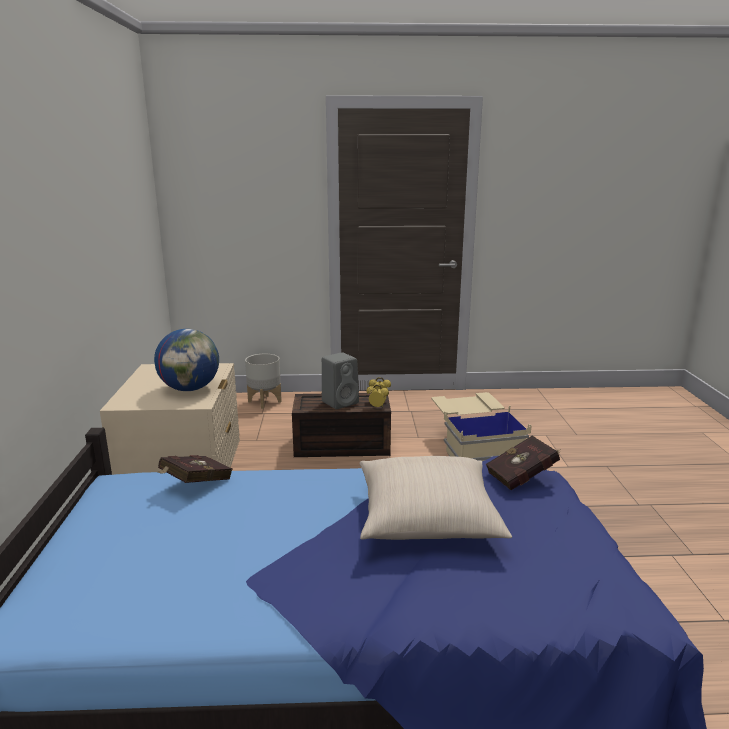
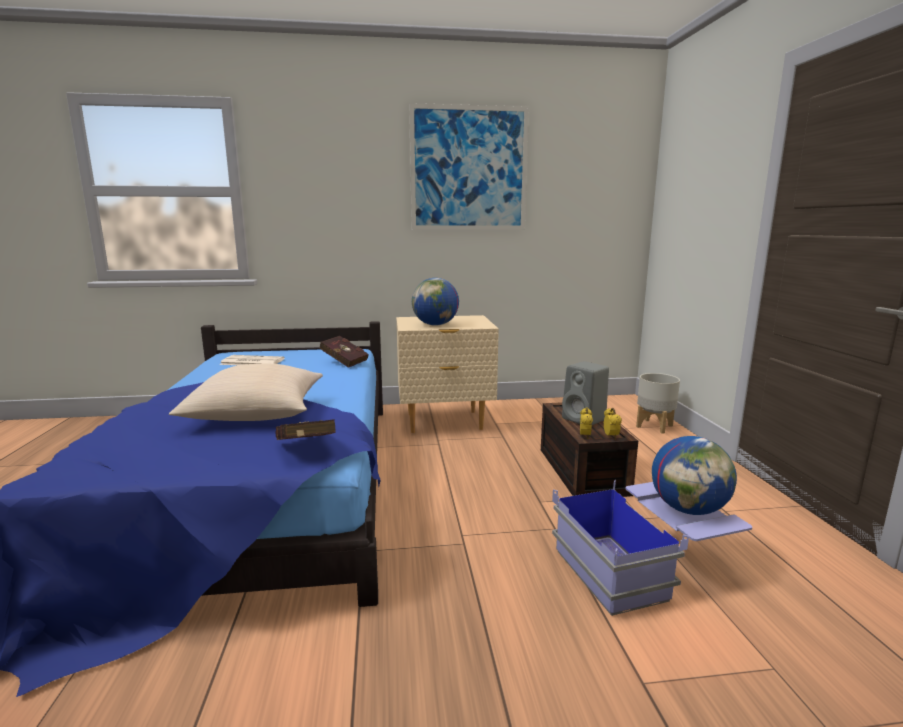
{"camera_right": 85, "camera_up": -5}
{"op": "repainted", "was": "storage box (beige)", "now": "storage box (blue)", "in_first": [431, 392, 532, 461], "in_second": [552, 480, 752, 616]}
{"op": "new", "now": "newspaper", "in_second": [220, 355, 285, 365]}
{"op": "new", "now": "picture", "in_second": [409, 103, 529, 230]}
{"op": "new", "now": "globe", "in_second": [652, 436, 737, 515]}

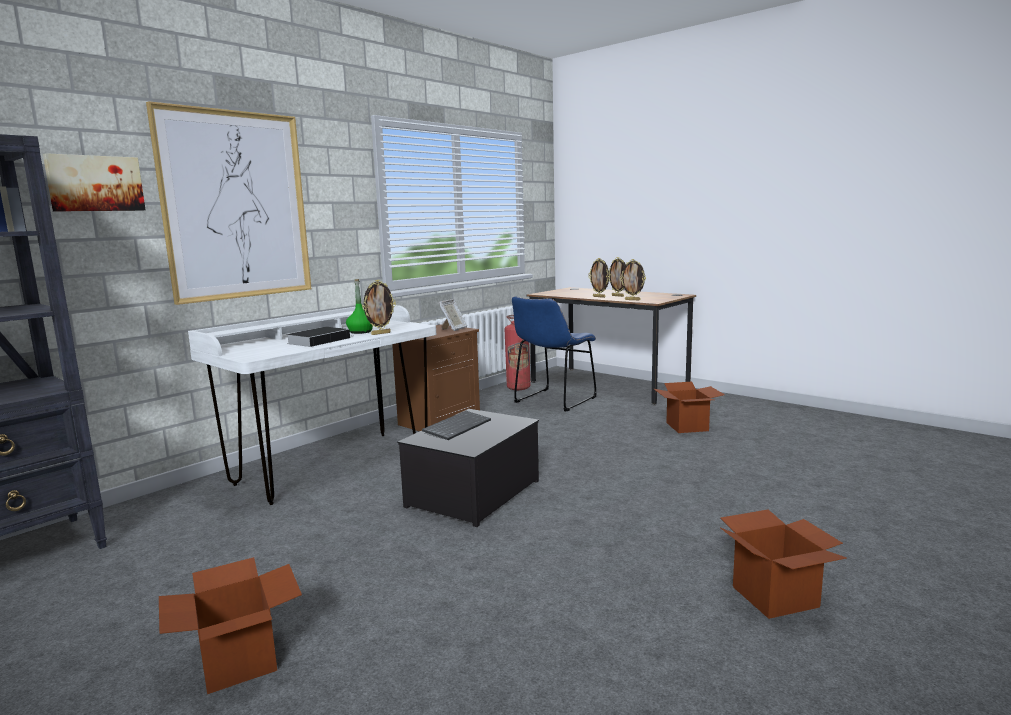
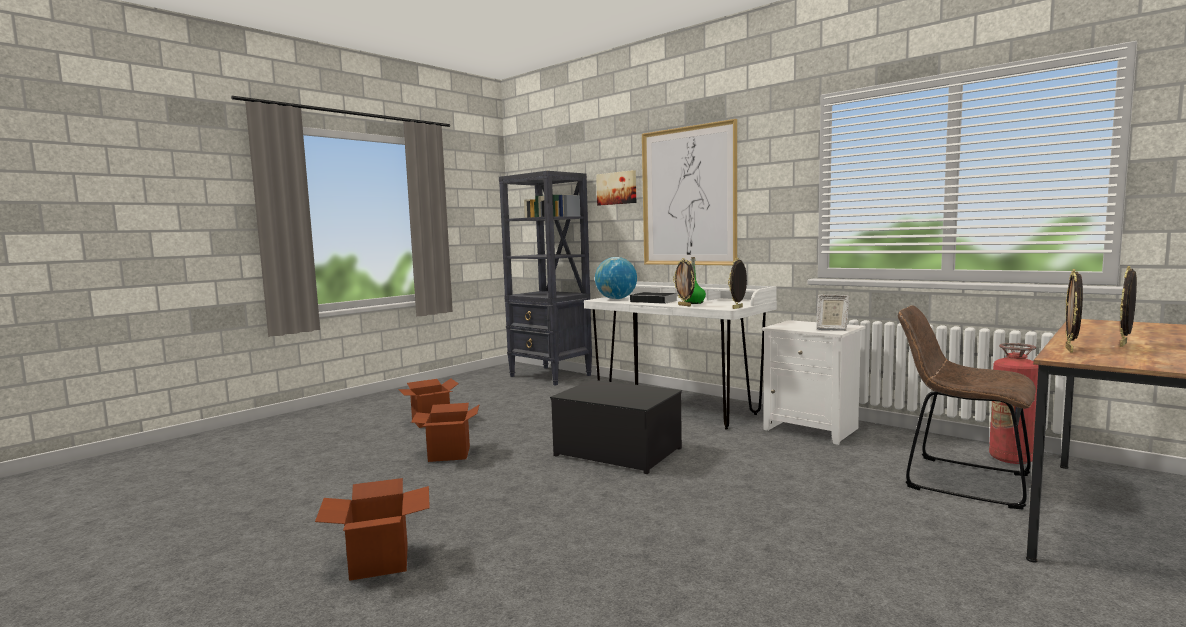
{"camera_right": 90, "camera_up": -5}
{"op": "repainted", "was": "nightstand (brown)", "now": "nightstand (white)", "in_first": [392, 324, 480, 431], "in_second": [761, 320, 865, 445]}
{"op": "gone", "was": "keyboard", "in_first": [422, 411, 491, 440]}
{"op": "repainted", "was": "chair (blue)", "now": "chair (brown)", "in_first": [512, 297, 597, 411], "in_second": [898, 305, 1036, 509]}
{"op": "shifted", "was": "picture frame", "in_first": [588, 258, 610, 298], "in_second": [728, 258, 747, 309]}
{"op": "shifted", "was": "cardboard box", "in_first": [654, 382, 725, 433], "in_second": [411, 403, 479, 462]}
{"op": "new", "now": "globe", "in_second": [595, 257, 637, 299]}

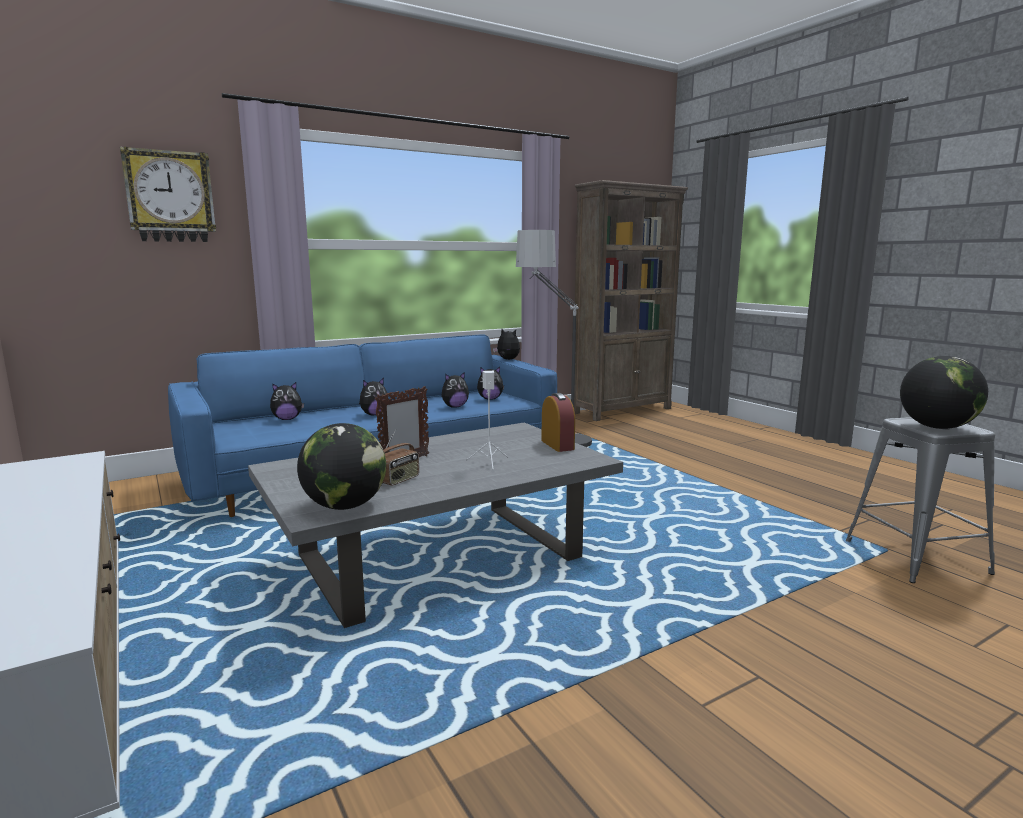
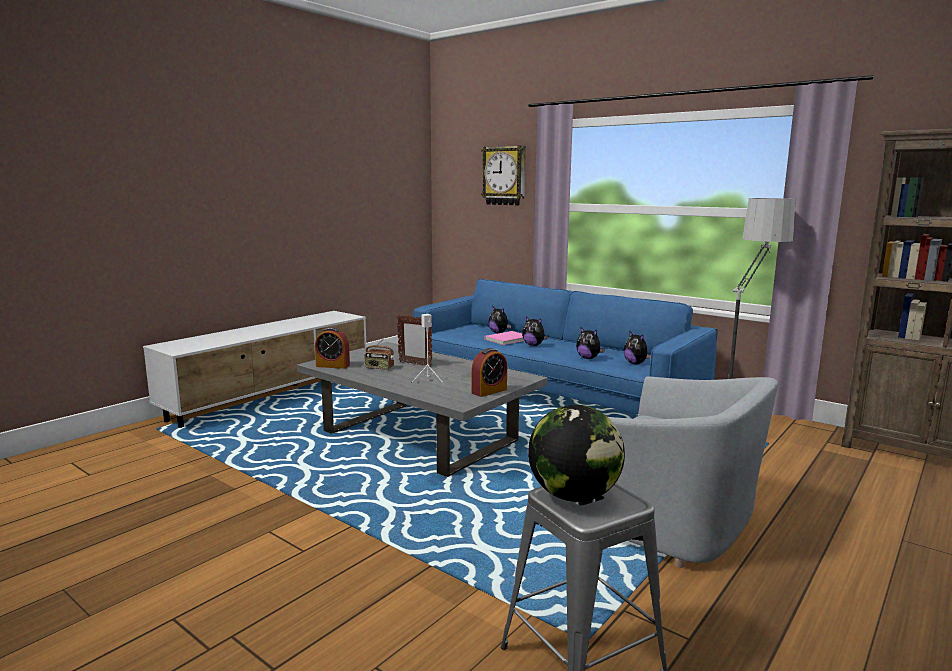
{"camera_right": 70, "camera_up": 0}
{"op": "swapped", "was": "globe", "now": "alarm clock", "in_first": [297, 423, 386, 510], "in_second": [315, 327, 350, 369]}
{"op": "gone", "was": "plush toy", "in_first": [493, 329, 520, 360]}
{"op": "new", "now": "book (pink)", "in_second": [484, 331, 524, 345]}
{"op": "new", "now": "armchair (grey)", "in_second": [576, 377, 778, 568]}

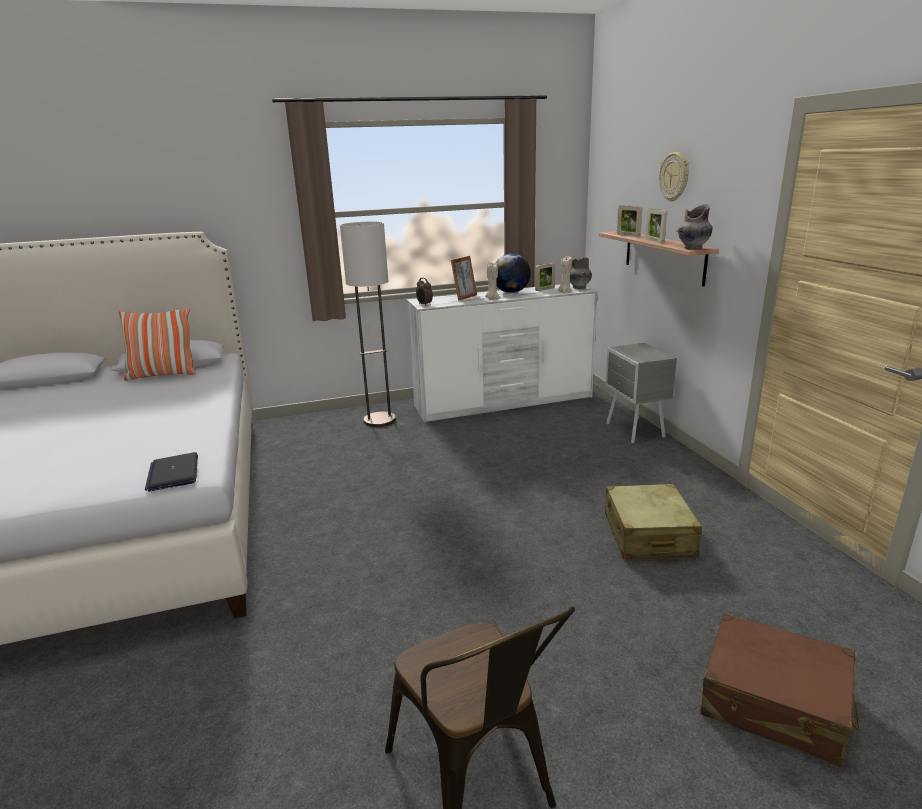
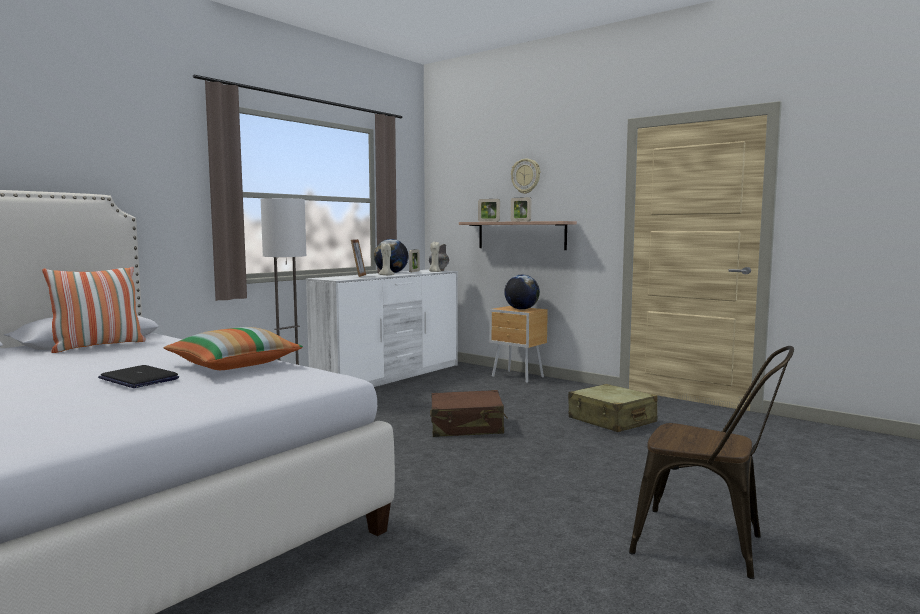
{"camera_right": -35, "camera_up": -15}
{"op": "shifted", "was": "laptop", "in_first": [145, 452, 198, 492], "in_second": [98, 365, 179, 388]}
{"op": "gone", "was": "alarm clock", "in_first": [416, 278, 433, 305]}
{"op": "repainted", "was": "nightstand (grey)", "now": "nightstand (brown)", "in_first": [605, 343, 677, 443], "in_second": [489, 306, 548, 383]}
{"op": "gone", "was": "vase (grey)", "in_first": [676, 204, 713, 250]}
{"op": "shifted", "was": "suitcase (brown)", "in_first": [700, 613, 860, 767], "in_second": [430, 390, 508, 437]}
{"op": "new", "now": "pillow", "in_second": [164, 327, 303, 370]}
{"op": "new", "now": "globe", "in_second": [504, 275, 540, 310]}

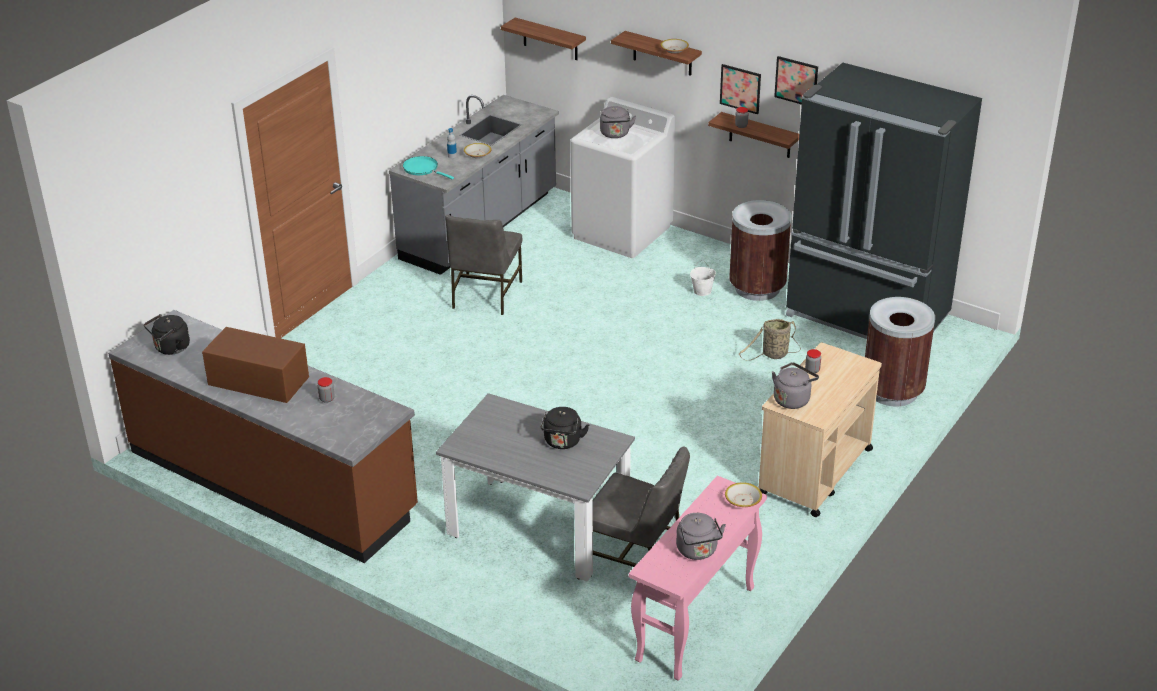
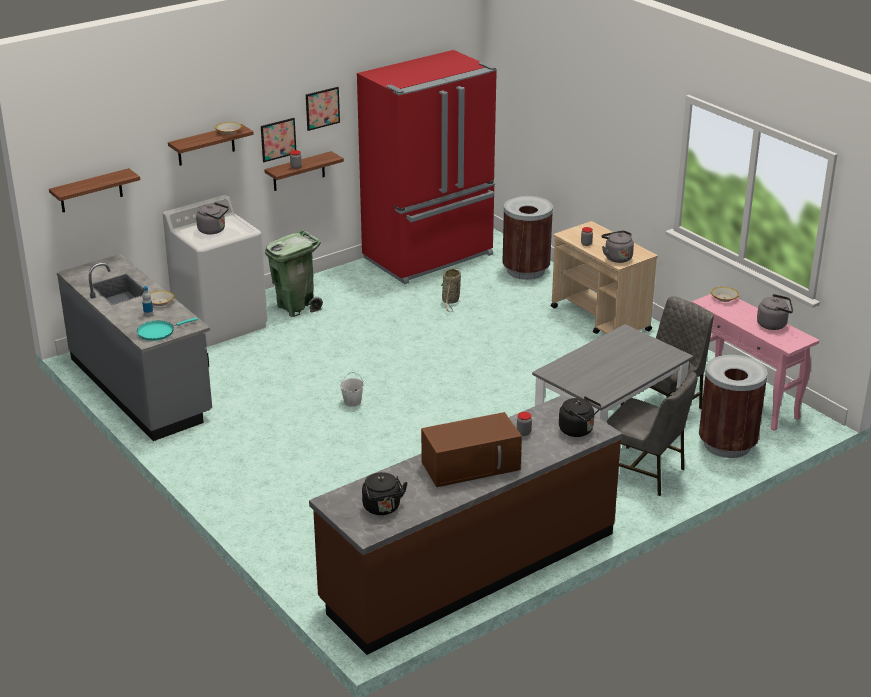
{"camera_right": -70, "camera_up": -5}
{"op": "rotated", "was": "microwave (brown)", "in_first": [202, 327, 309, 403], "in_second": [421, 412, 522, 487], "clockwise": -150}
{"op": "shifted", "was": "chair (grey)", "in_first": [445, 215, 522, 315], "in_second": [607, 372, 698, 496]}
{"op": "shifted", "was": "kettle (black)", "in_first": [541, 407, 589, 449], "in_second": [559, 396, 601, 437]}
{"op": "shifted", "was": "bucket (white)", "in_first": [690, 260, 716, 296], "in_second": [340, 372, 364, 407]}
{"op": "shifted", "was": "trash can (brown)", "in_first": [729, 200, 792, 301], "in_second": [699, 355, 768, 458]}
{"op": "repainted", "was": "fridge (black)", "now": "fridge (red)", "in_first": [786, 63, 982, 339], "in_second": [357, 50, 497, 284]}
{"op": "new", "now": "trash can (green)", "in_second": [265, 230, 323, 317]}

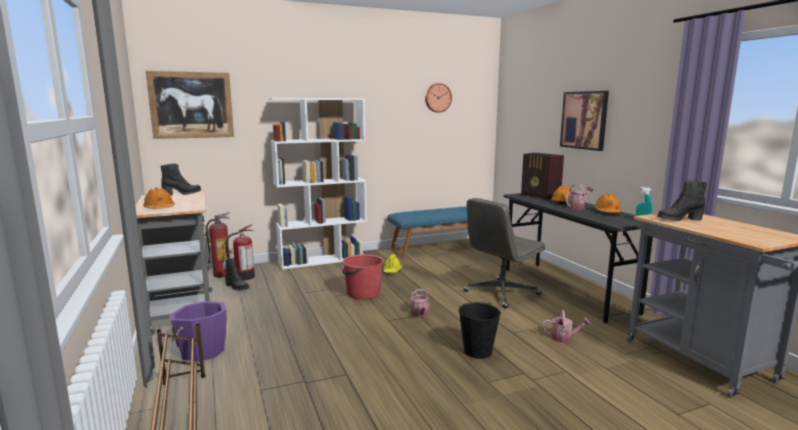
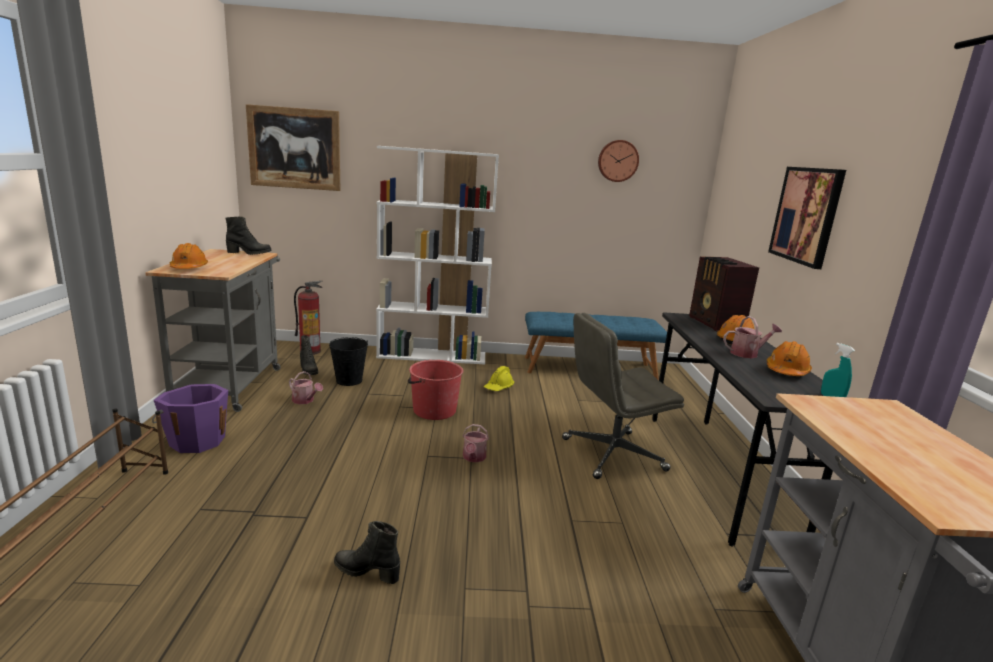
{"camera_right": 20, "camera_up": 5}
{"op": "gone", "was": "fire extinguisher", "in_first": [226, 224, 255, 280]}
{"op": "shifted", "was": "bucket (black)", "in_first": [458, 302, 501, 359], "in_second": [329, 337, 368, 386]}
{"op": "shifted", "was": "watering can", "in_first": [542, 310, 591, 343], "in_second": [289, 371, 323, 404]}
{"op": "shifted", "was": "boot (black)", "in_first": [657, 180, 707, 221], "in_second": [334, 521, 400, 584]}

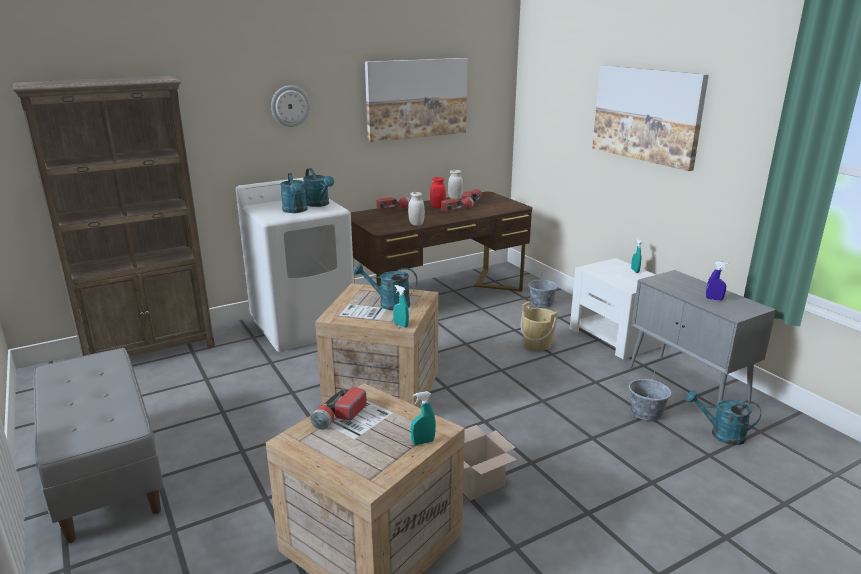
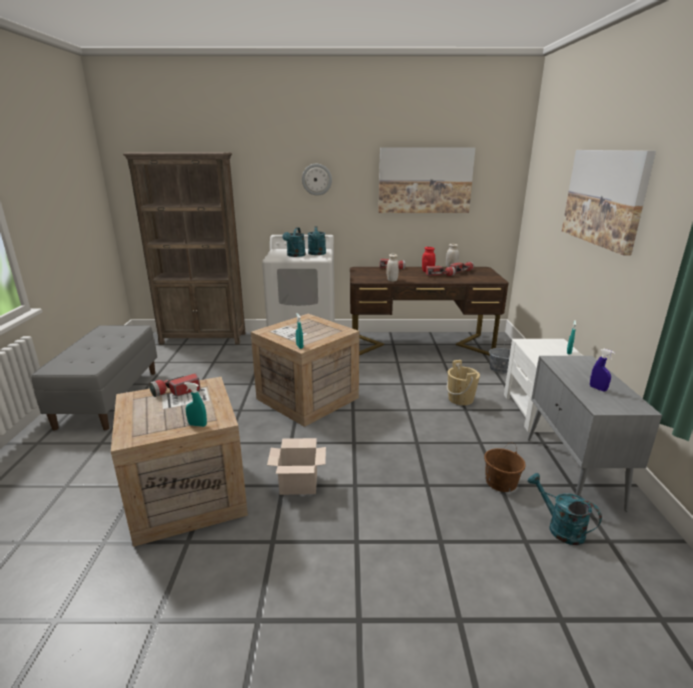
{"camera_right": 30, "camera_up": 0}
{"op": "gone", "was": "watering can (turquoise)", "in_first": [353, 264, 418, 310]}
{"op": "repainted", "was": "bucket (grey)", "now": "bucket (brown)", "in_first": [629, 370, 671, 421], "in_second": [484, 443, 526, 492]}

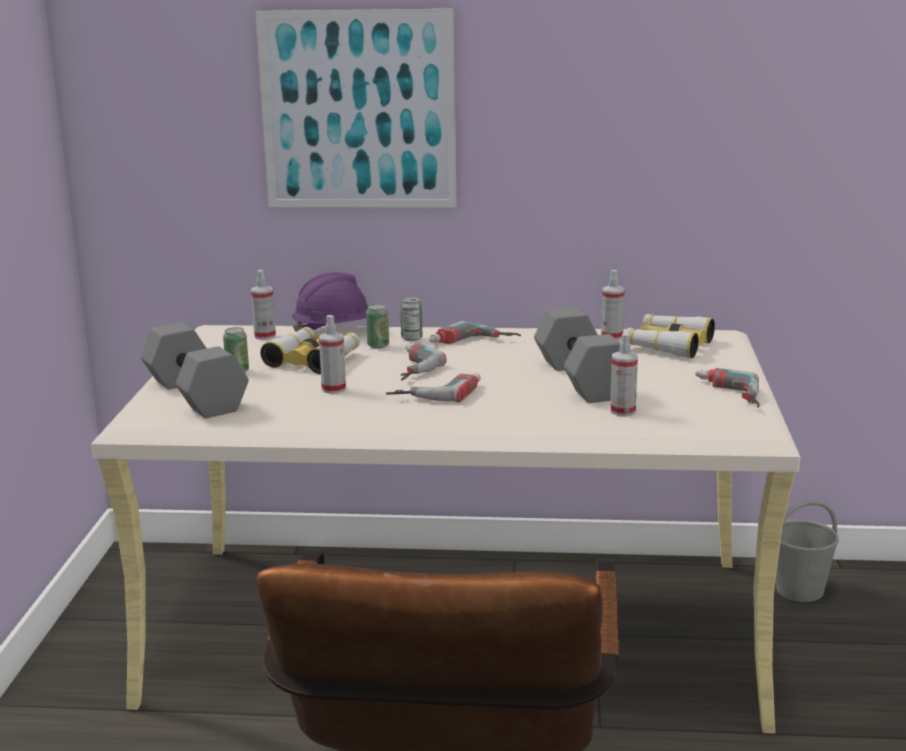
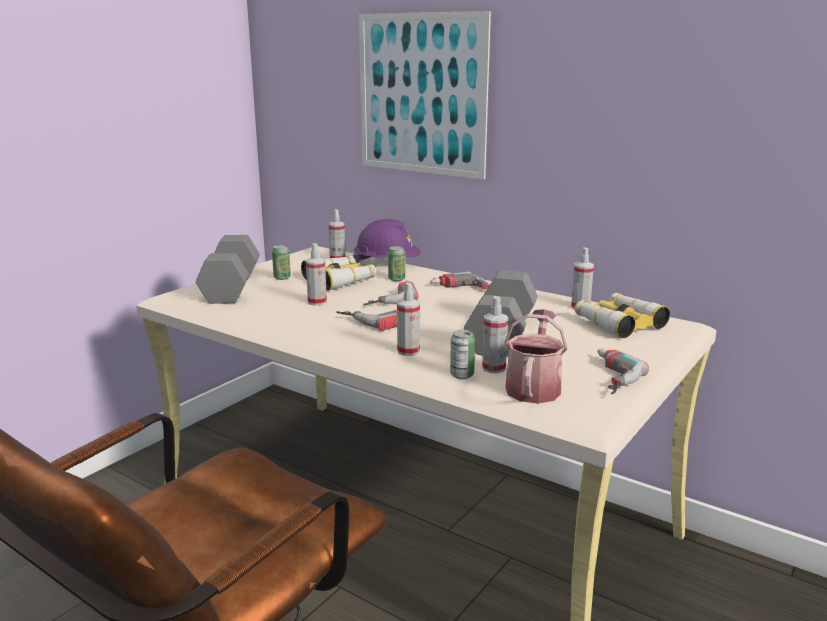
{"camera_right": 30, "camera_up": 0}
{"op": "shifted", "was": "can", "in_first": [400, 297, 423, 341], "in_second": [450, 330, 475, 379]}
{"op": "gone", "was": "bucket (grey)", "in_first": [776, 500, 839, 602]}
{"op": "new", "now": "spray bottle", "in_second": [397, 282, 420, 356]}
{"op": "new", "now": "watering can", "in_second": [504, 309, 568, 404]}

